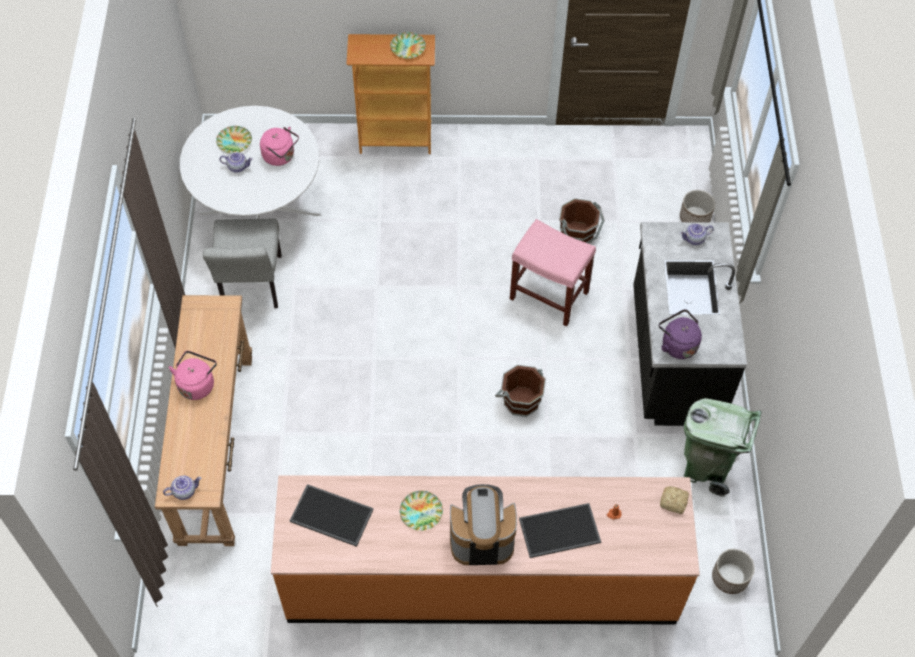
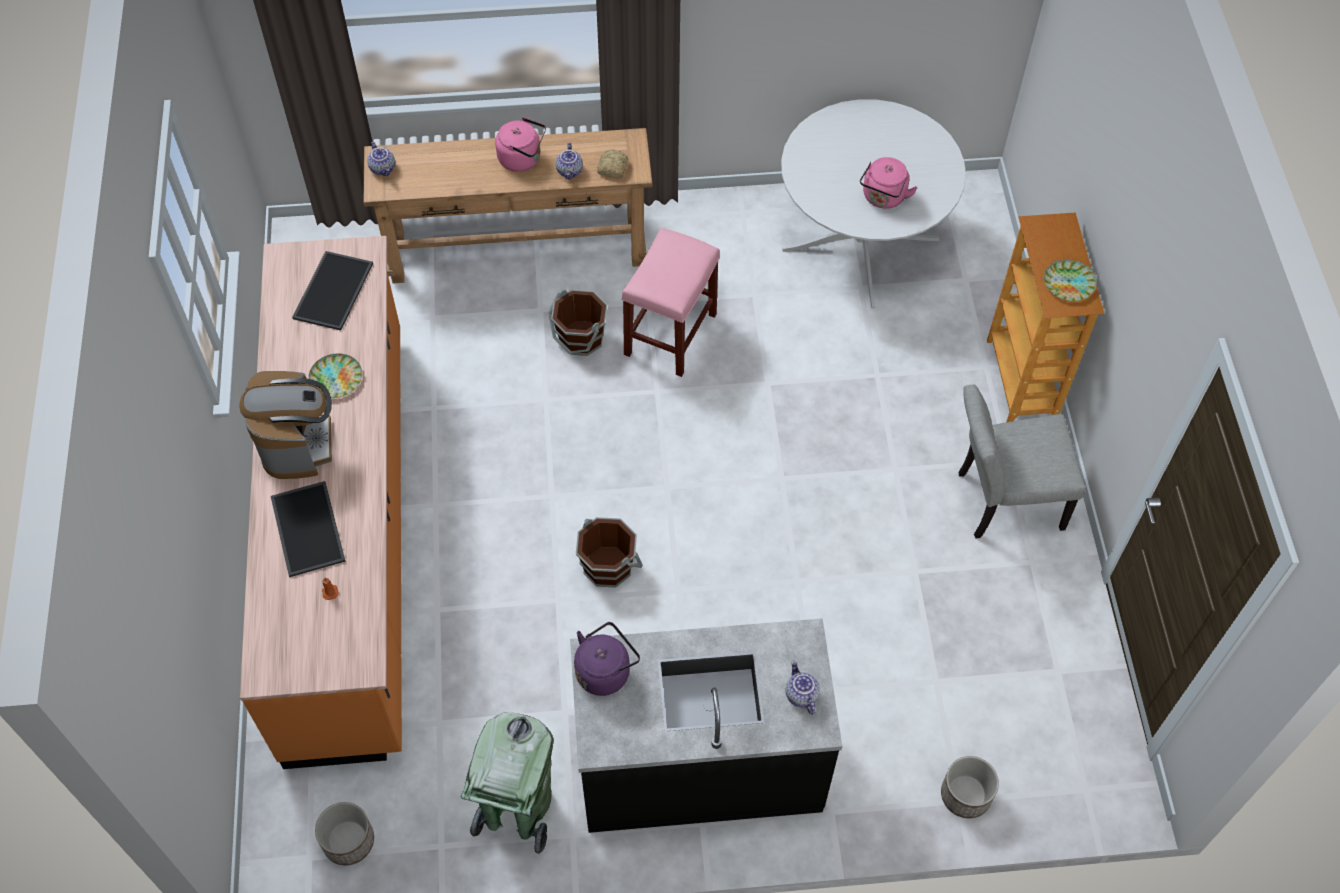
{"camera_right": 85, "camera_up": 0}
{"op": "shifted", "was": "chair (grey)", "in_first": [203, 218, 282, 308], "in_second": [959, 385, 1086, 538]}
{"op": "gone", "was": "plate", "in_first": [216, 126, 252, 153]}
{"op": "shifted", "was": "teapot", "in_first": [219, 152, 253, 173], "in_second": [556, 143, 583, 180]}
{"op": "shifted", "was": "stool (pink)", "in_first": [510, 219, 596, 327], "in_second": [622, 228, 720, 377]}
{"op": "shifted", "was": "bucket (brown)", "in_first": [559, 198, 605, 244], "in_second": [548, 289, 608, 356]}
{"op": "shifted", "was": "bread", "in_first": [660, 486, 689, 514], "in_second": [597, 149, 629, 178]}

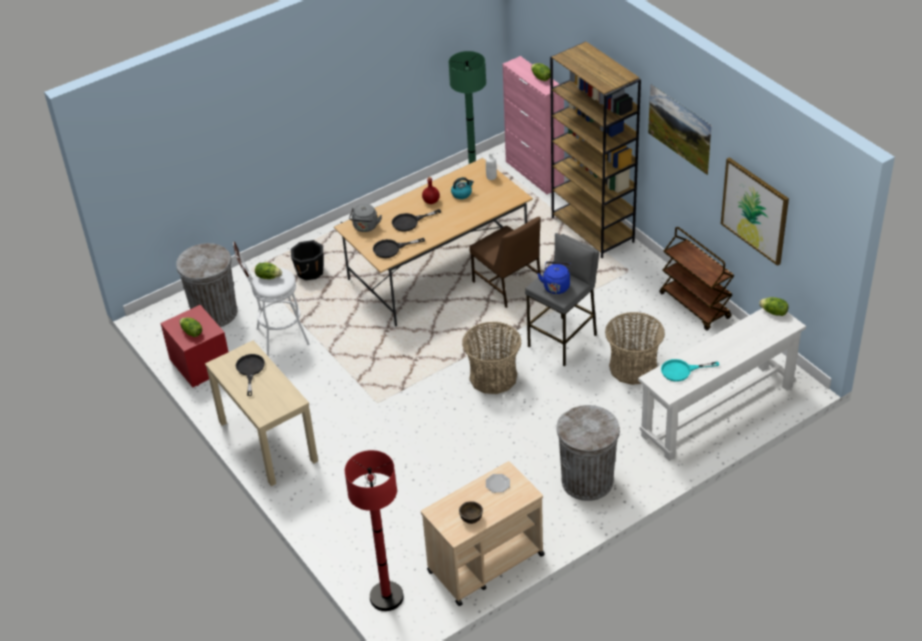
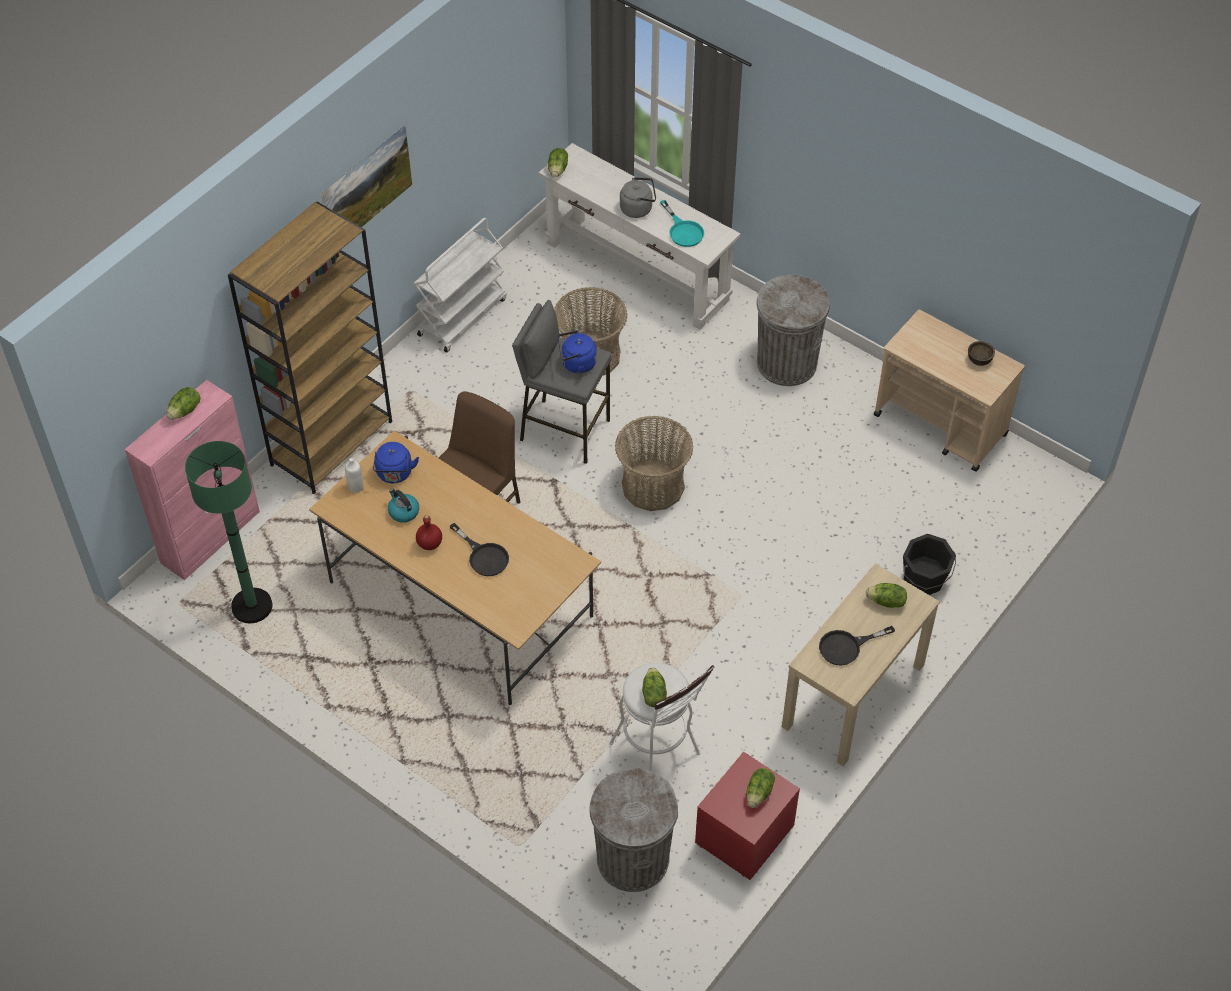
{"camera_right": -110, "camera_up": 10}
{"op": "shifted", "was": "bucket (black)", "in_first": [291, 240, 323, 280], "in_second": [903, 534, 956, 595]}
{"op": "gone", "was": "floor lamp (red)", "in_first": [345, 450, 404, 611]}
{"op": "shifted", "was": "kettle (grey)", "in_first": [349, 204, 382, 232], "in_second": [620, 177, 656, 218]}
{"op": "gone", "was": "frying pan (black)", "in_first": [373, 238, 425, 258]}
{"op": "gone", "was": "plate", "in_first": [486, 474, 510, 493]}
{"op": "repainted", "was": "cart (brown)", "now": "cart (white)", "in_first": [659, 227, 734, 331], "in_second": [414, 218, 507, 353]}
{"op": "gone", "was": "picture", "in_first": [721, 157, 789, 266]}
{"op": "new", "now": "kettle (blue)", "in_second": [373, 442, 419, 483]}
{"op": "new", "now": "lettuce", "in_second": [866, 583, 907, 608]}

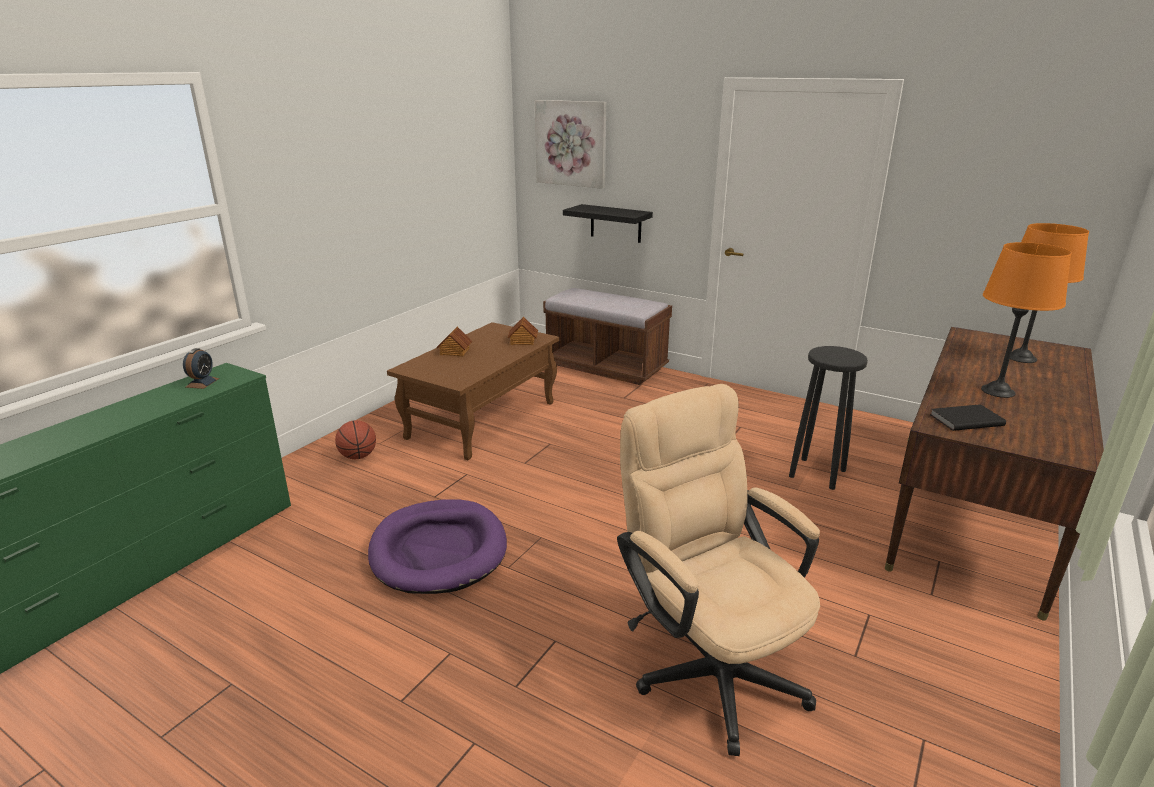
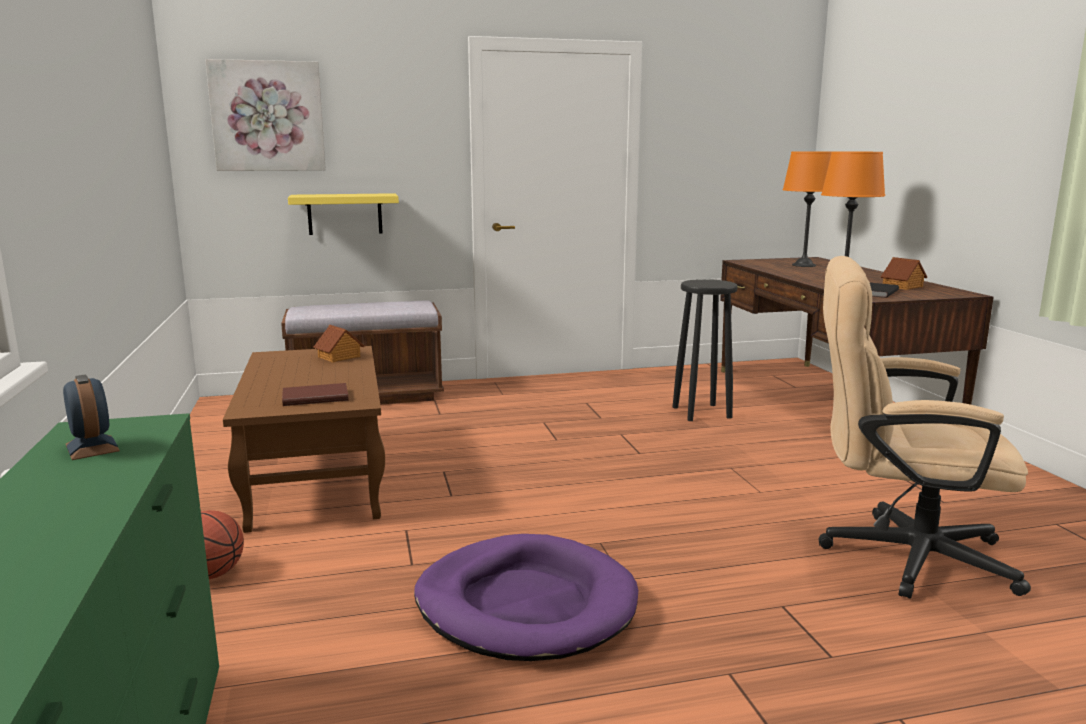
{"camera_right": -45, "camera_up": -10}
{"op": "shifted", "was": "toy house", "in_first": [436, 327, 472, 357], "in_second": [881, 257, 927, 290]}
{"op": "repainted", "was": "shelf (black)", "now": "shelf (yellow)", "in_first": [563, 204, 653, 243], "in_second": [288, 193, 399, 235]}
{"op": "new", "now": "book (brown)", "in_second": [282, 383, 349, 406]}

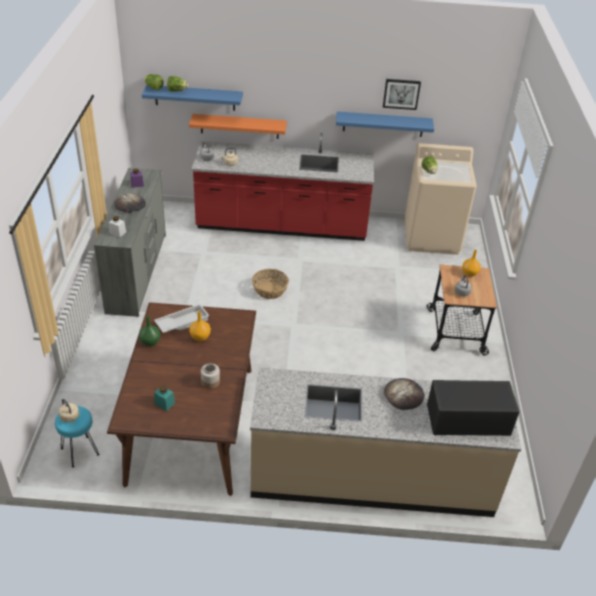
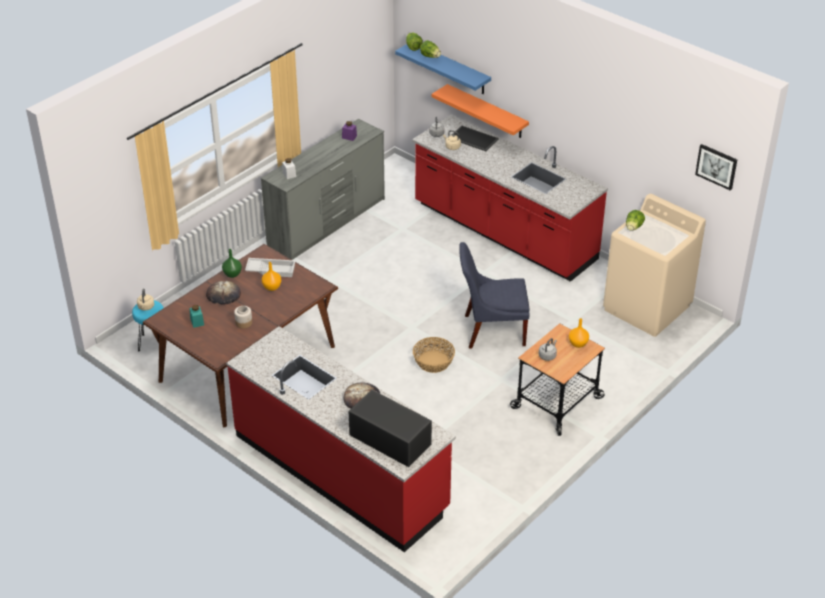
{"camera_right": 40, "camera_up": 0}
{"op": "shifted", "was": "bread", "in_first": [115, 193, 146, 213], "in_second": [206, 281, 241, 305]}
{"op": "repainted", "was": "counter (beige)", "now": "counter (red)", "in_first": [250, 367, 521, 517], "in_second": [226, 326, 456, 552]}
{"op": "shifted", "was": "basket", "in_first": [252, 269, 289, 299], "in_second": [413, 337, 455, 373]}
{"op": "gone", "was": "shelf (blue)", "in_first": [336, 111, 434, 137]}
{"op": "shifted", "was": "picture", "in_first": [383, 79, 421, 110], "in_second": [695, 144, 737, 190]}
{"op": "new", "now": "tray", "in_second": [452, 125, 499, 151]}
{"op": "new", "now": "chair (blue)", "in_second": [459, 242, 530, 349]}

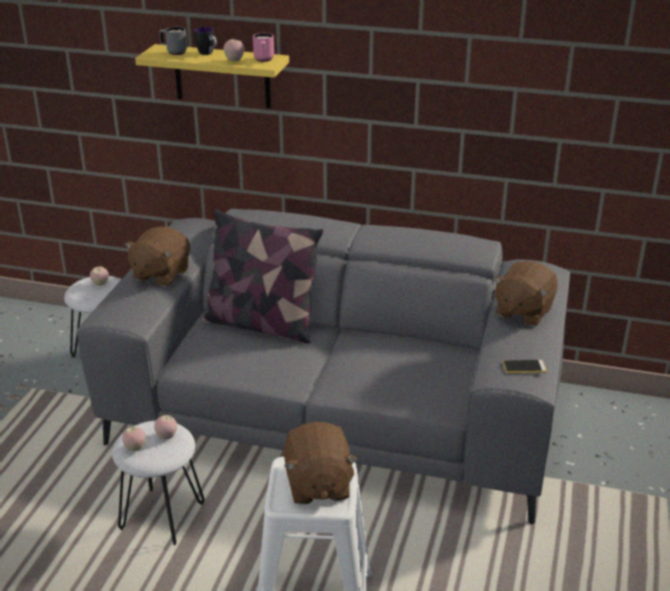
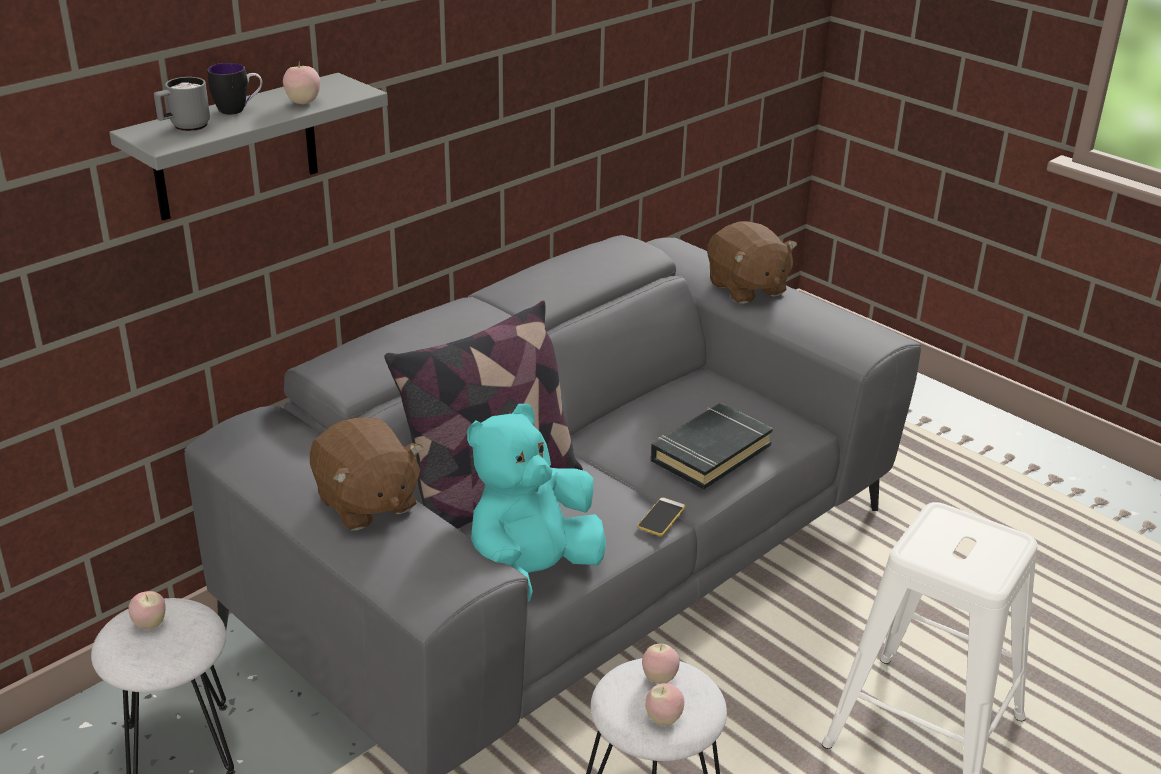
{"camera_right": -60, "camera_up": 0}
{"op": "repainted", "was": "shelf (yellow)", "now": "shelf (grey)", "in_first": [135, 44, 289, 108], "in_second": [109, 73, 388, 220]}
{"op": "gone", "was": "mug (pink)", "in_first": [253, 33, 274, 62]}
{"op": "gone", "was": "plush toy (brown)", "in_first": [284, 422, 358, 505]}
{"op": "shifted", "was": "phone", "in_first": [503, 360, 547, 373], "in_second": [637, 497, 686, 536]}
{"op": "new", "now": "plush toy (turquoise)", "in_second": [467, 404, 606, 602]}
{"op": "new", "now": "book (black)", "in_second": [651, 403, 773, 490]}

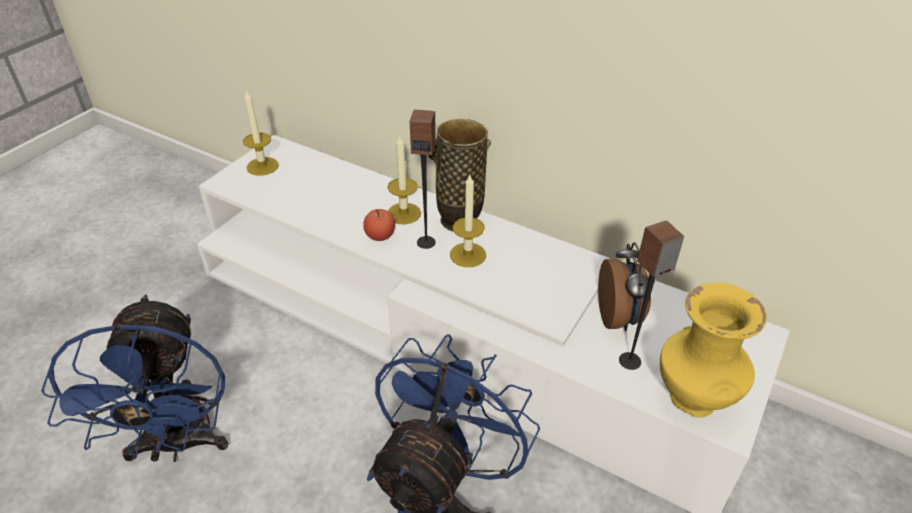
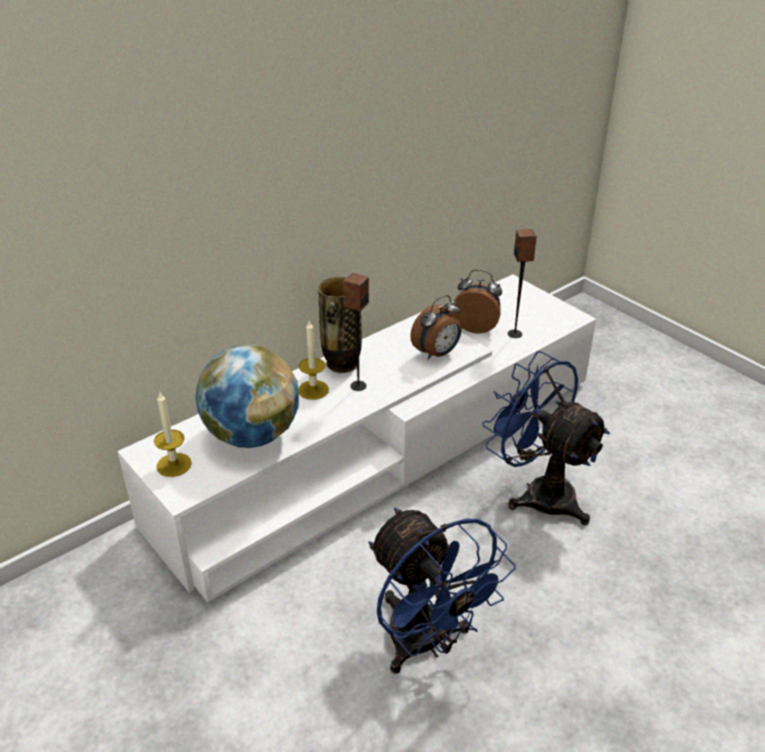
{"camera_right": -70, "camera_up": -5}
{"op": "rotated", "was": "fan (blue)", "in_first": [41, 295, 228, 462], "in_second": [369, 508, 516, 674], "clockwise": 45}
{"op": "gone", "was": "apple", "in_first": [363, 209, 395, 241]}
{"op": "gone", "was": "candle", "in_first": [450, 175, 486, 267]}
{"op": "gone", "was": "vase (yellow)", "in_first": [660, 282, 767, 417]}
{"op": "new", "now": "globe", "in_second": [195, 345, 299, 448]}
{"op": "new", "now": "alarm clock", "in_second": [410, 295, 462, 360]}

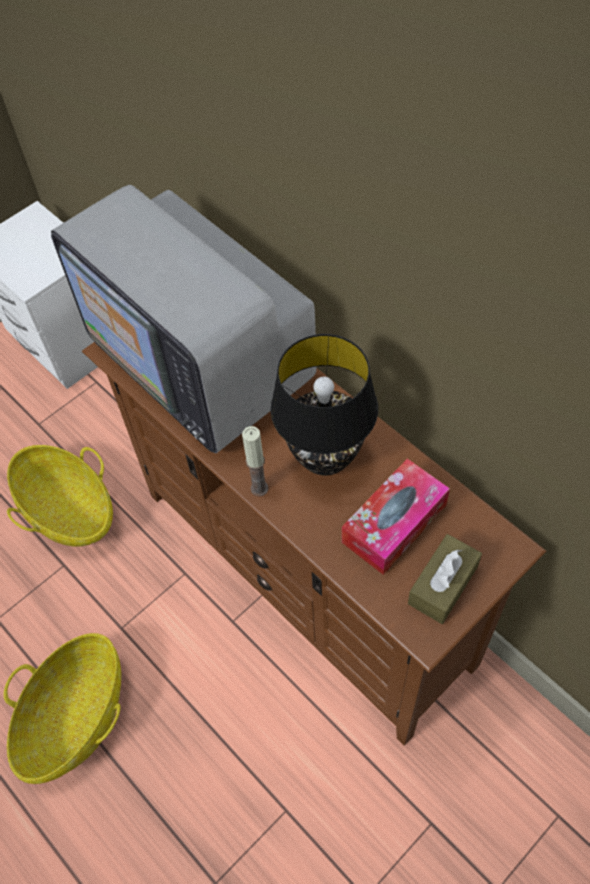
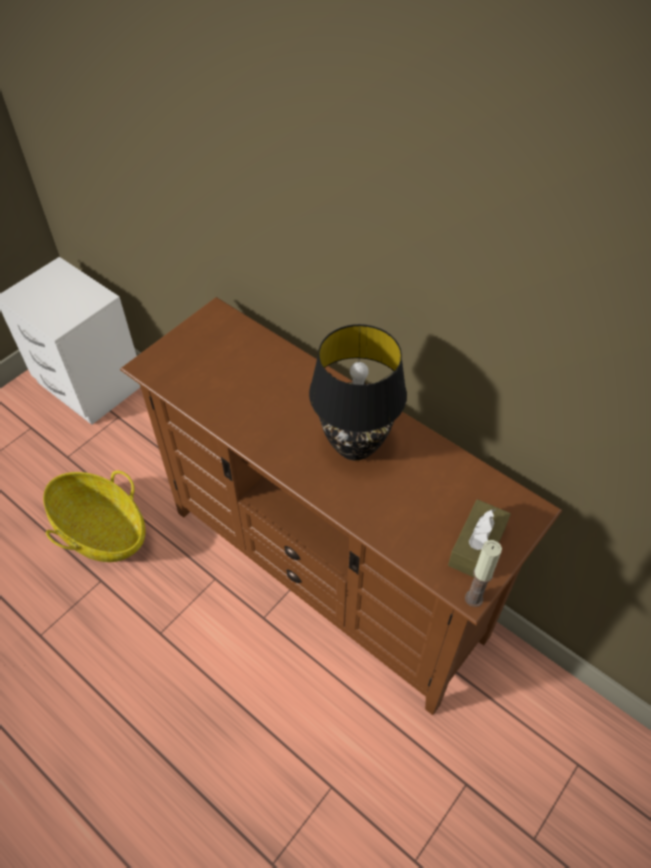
{"camera_right": -10, "camera_up": -5}
{"op": "gone", "was": "basket", "in_first": [4, 633, 121, 784]}
{"op": "gone", "was": "television", "in_first": [51, 185, 317, 453]}
{"op": "shifted", "was": "candle", "in_first": [242, 426, 268, 496], "in_second": [465, 540, 502, 607]}
{"op": "gone", "was": "tissue box", "in_first": [342, 459, 450, 575]}

